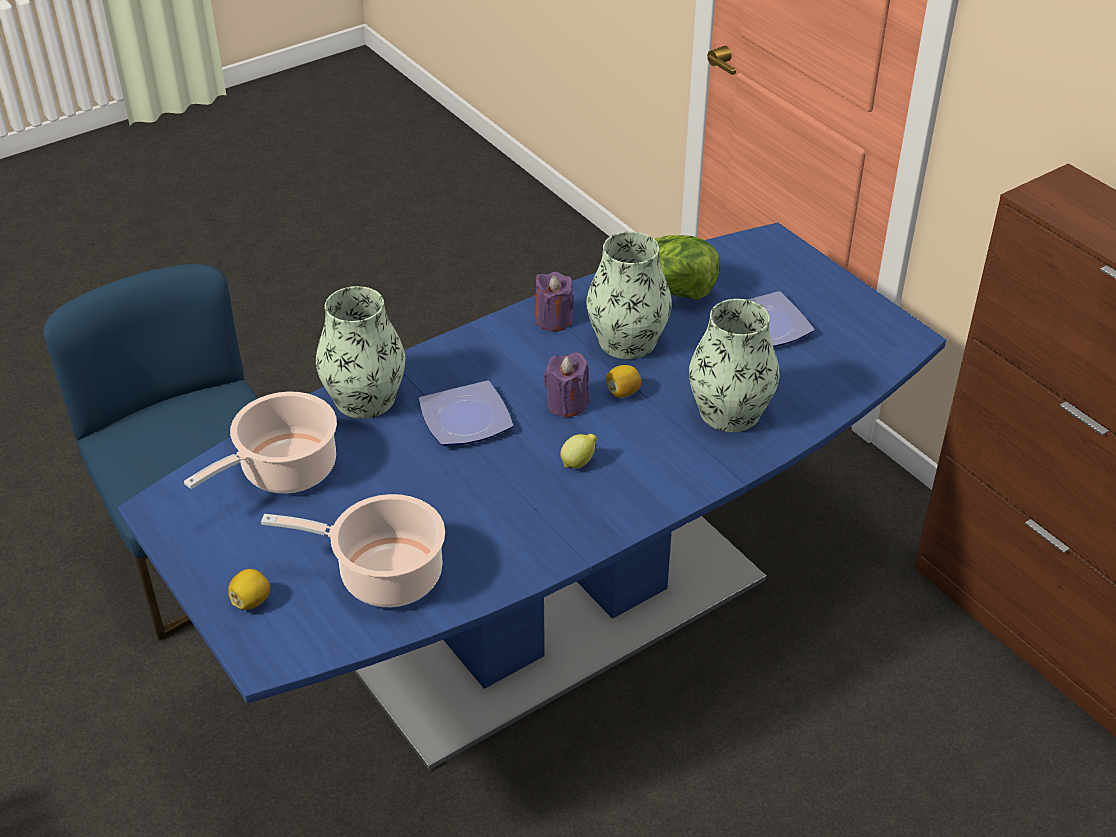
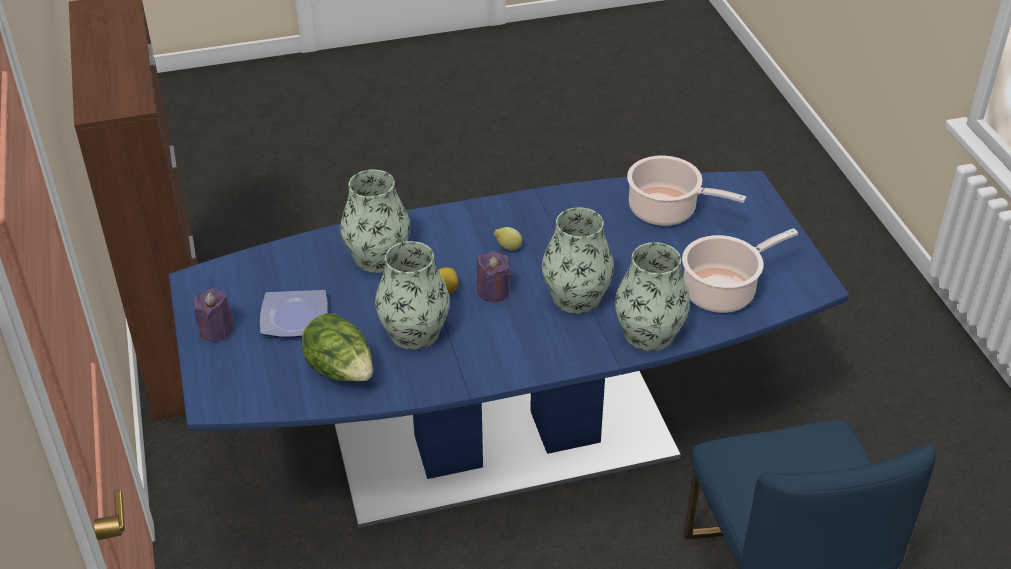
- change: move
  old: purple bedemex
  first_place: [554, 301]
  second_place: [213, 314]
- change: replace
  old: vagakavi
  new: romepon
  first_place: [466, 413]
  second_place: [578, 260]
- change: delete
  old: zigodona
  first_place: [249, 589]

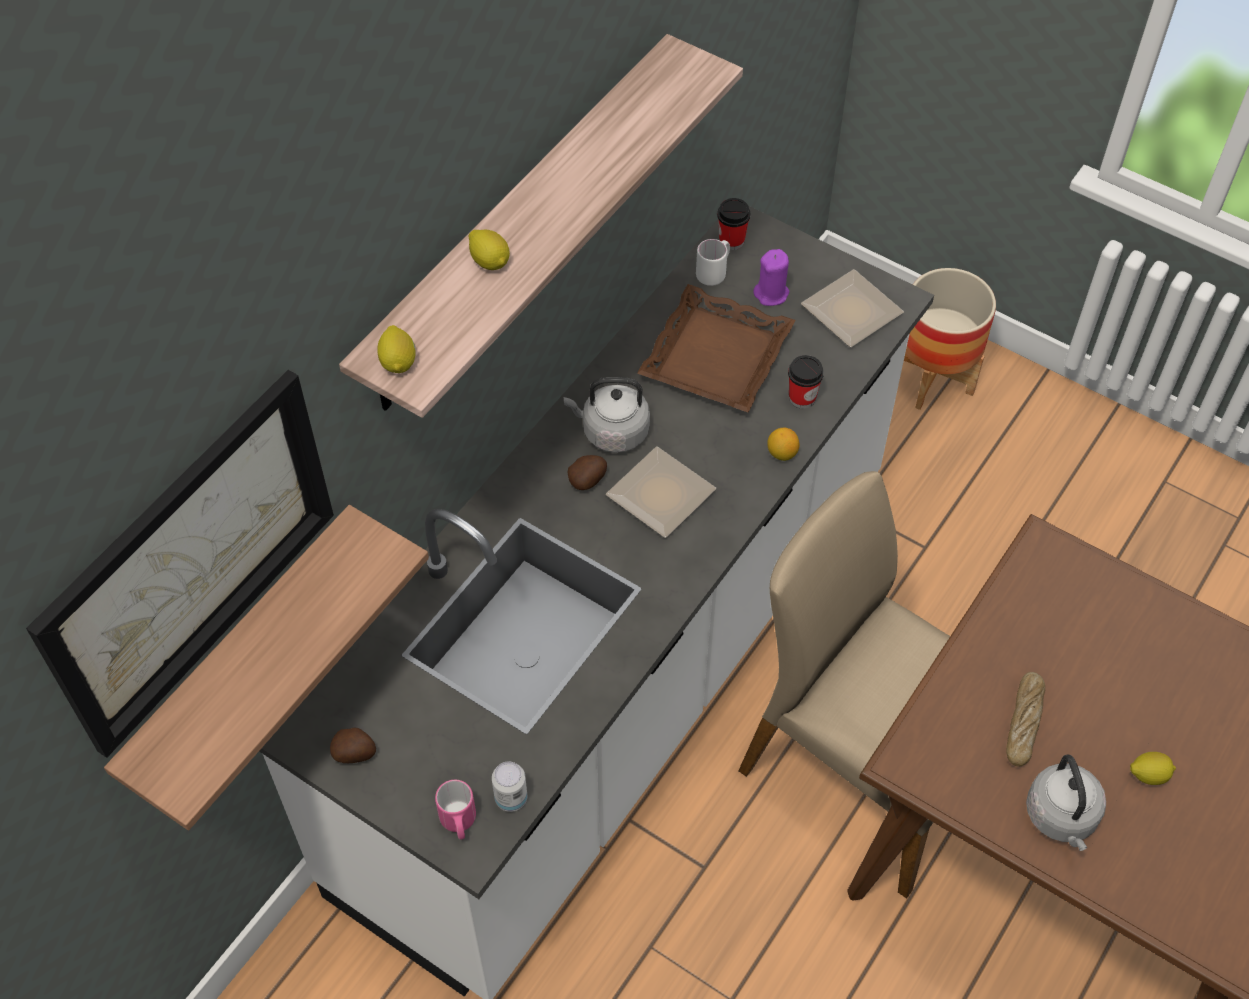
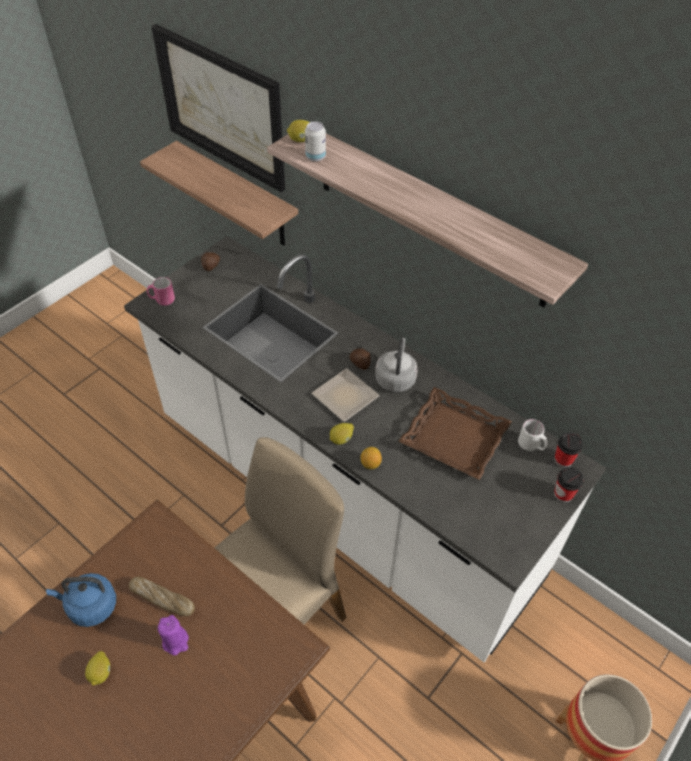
- change: move
  old: zigodona
  first_place: [489, 250]
  second_place: [342, 434]
- change: move
  old: purple bedemex
  first_place: [771, 277]
  second_place: [173, 635]
- change: delete
  old: vagakavi
  first_place: [852, 308]
- change: move
  old: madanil
  first_place: [806, 382]
  second_place: [568, 485]
- change: recolor
  old: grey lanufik
  new: blue lanufik
  first_place: [1066, 803]
  second_place: [81, 600]
- change: move
  old: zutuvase
  first_place: [509, 786]
  second_place: [315, 141]

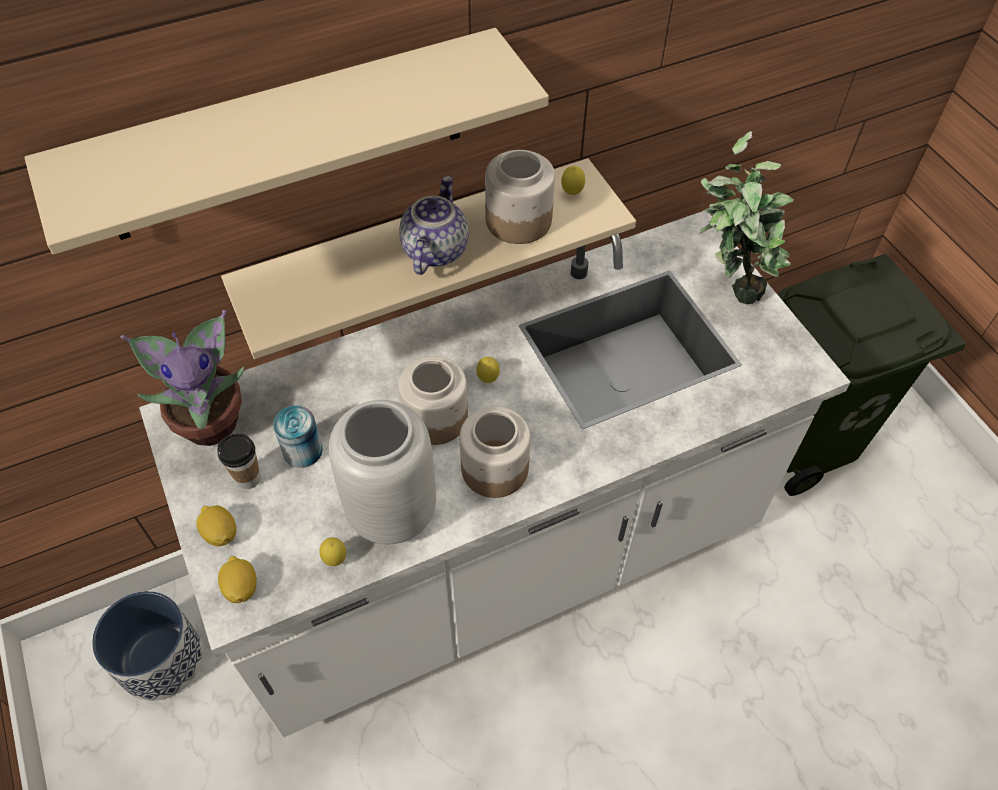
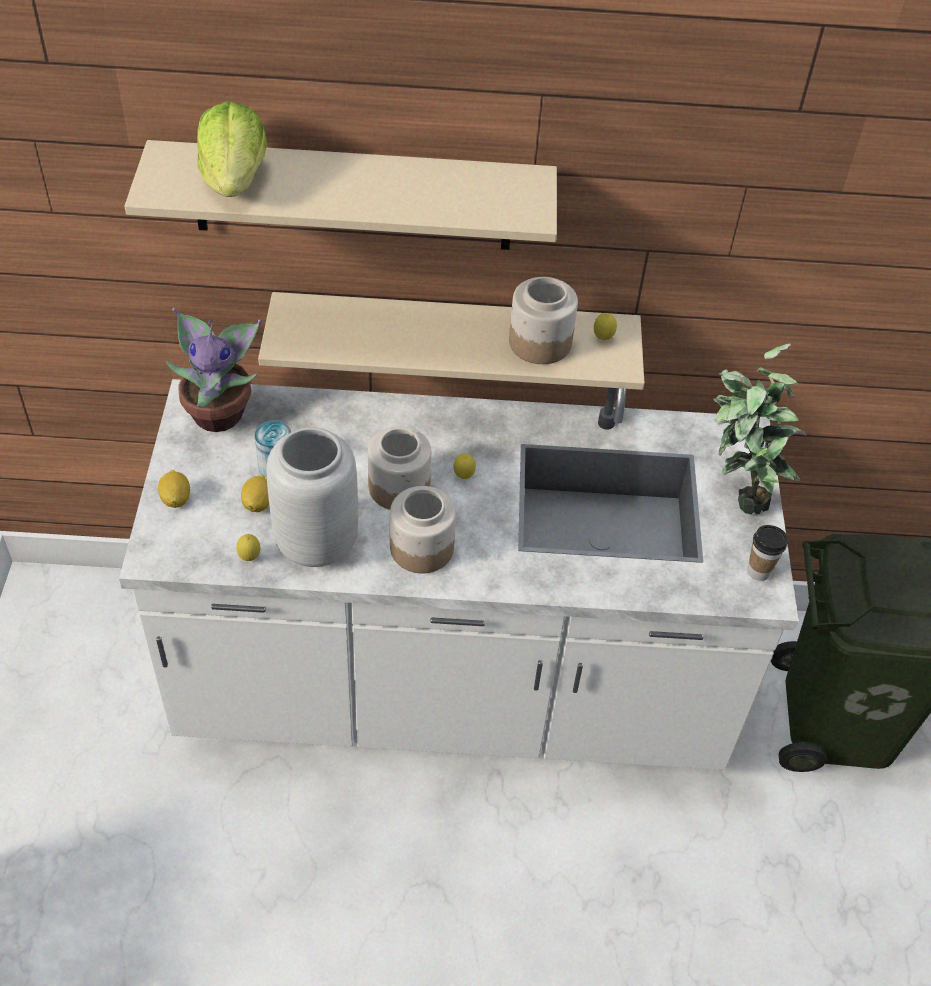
- change: delete
  old: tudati
  first_place: [434, 225]
- change: move
  old: madanil
  first_place: [239, 461]
  second_place: [767, 553]
- change: move
  old: zigodona
  first_place: [237, 579]
  second_place: [255, 493]
- change: delete
  old: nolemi
  first_place: [147, 646]
- change: insert
  new: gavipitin
  second_place: [232, 149]

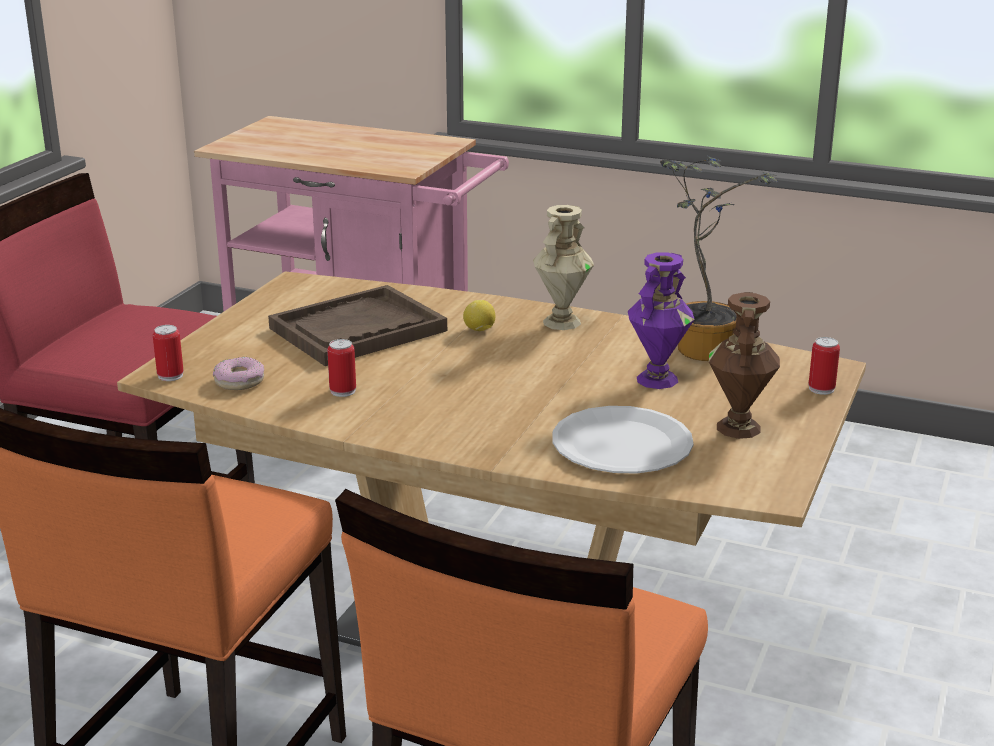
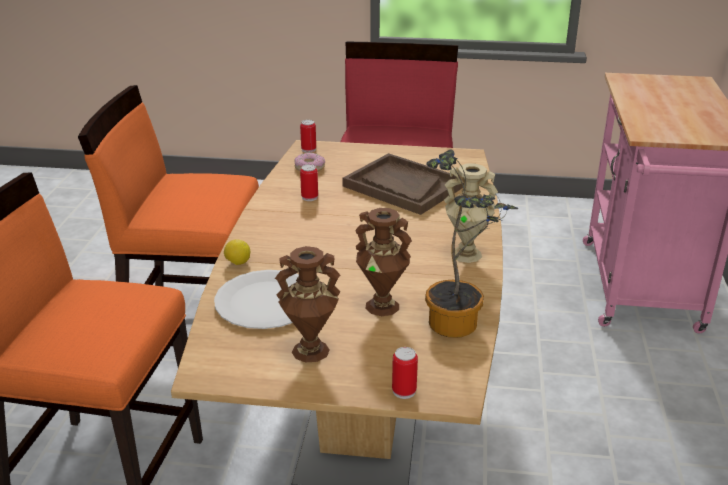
- change: recolor
  old: purple romepon
  new: brown romepon
  first_place: [661, 321]
  second_place: [383, 262]
- change: move
  old: zigodona
  first_place: [479, 315]
  second_place: [237, 252]

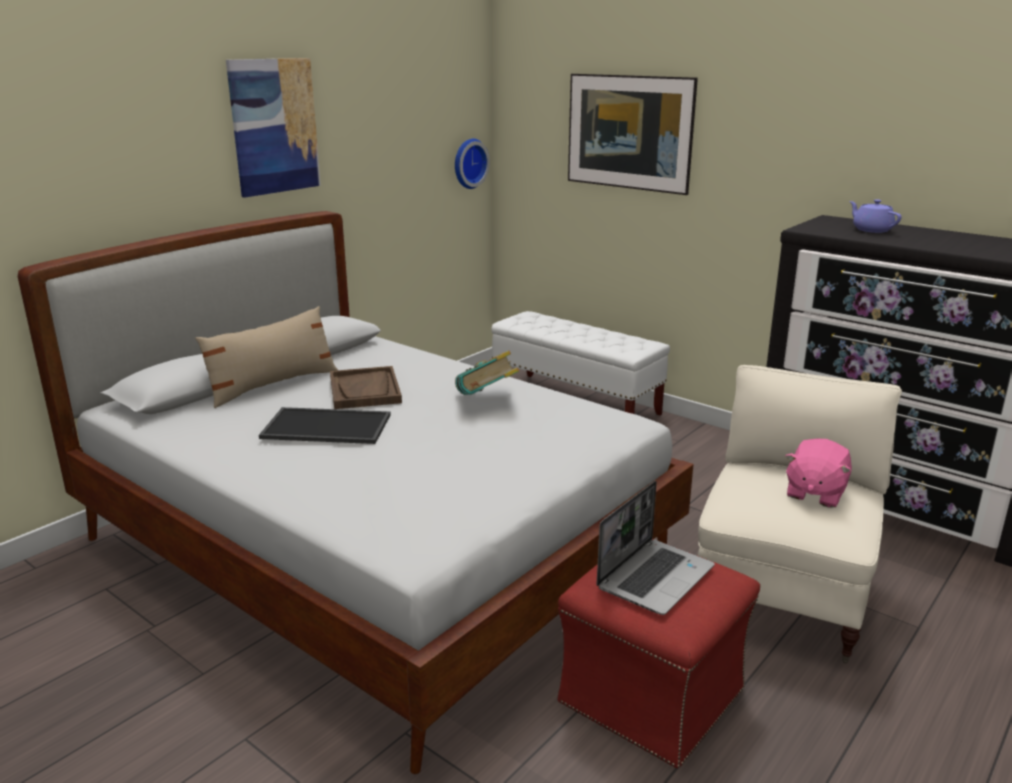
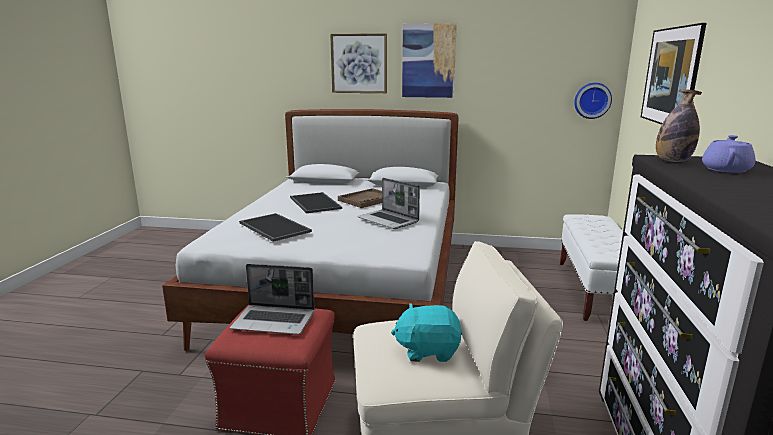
- change: delete
  old: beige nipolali
  first_place: [267, 357]
- change: replace
  old: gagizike
  new: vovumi
  first_place: [487, 373]
  second_place: [389, 203]
- change: recolor
  old: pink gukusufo
  new: turquoise gukusufo
  first_place: [818, 473]
  second_place: [426, 332]
- change: insert
  new: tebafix
  second_place: [358, 63]
- change: insert
  new: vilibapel
  second_place: [679, 125]
- change: insert
  new: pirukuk
  second_place: [275, 227]

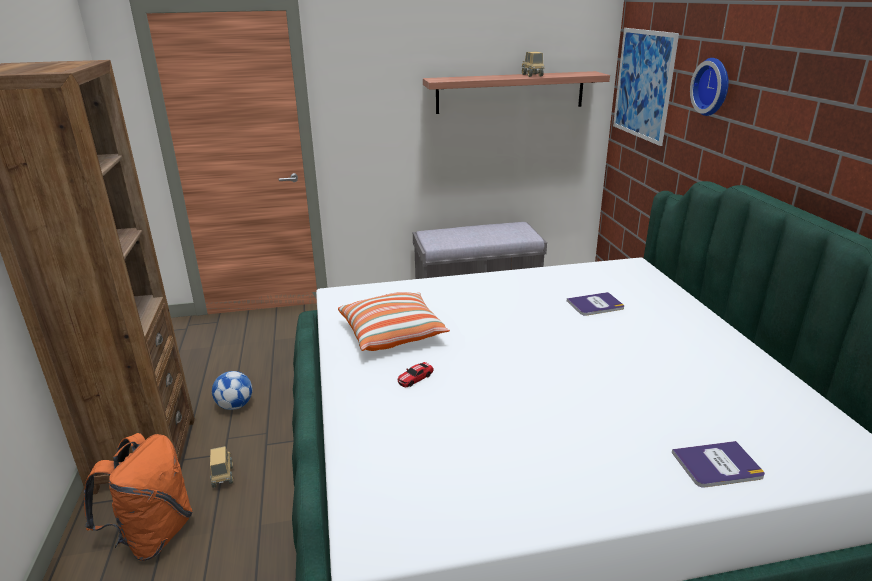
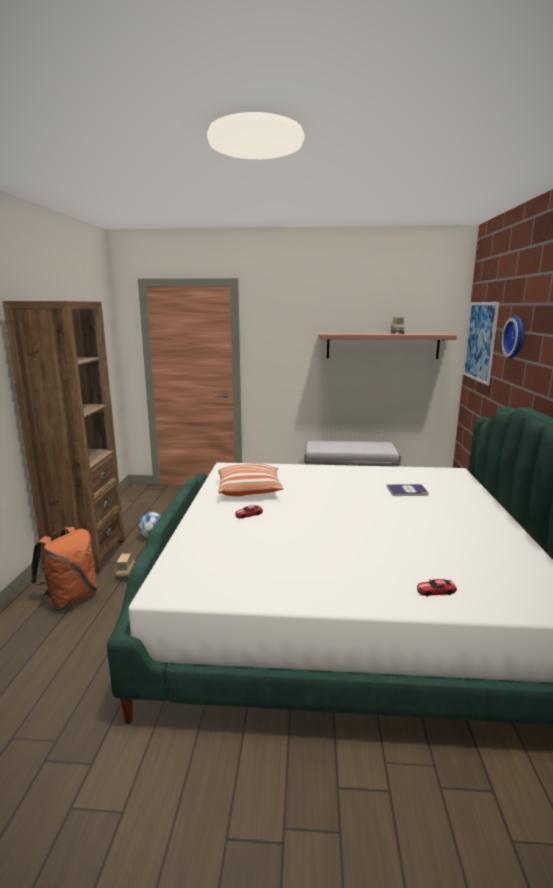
- change: replace
  old: gagizike
  new: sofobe
  first_place: [718, 464]
  second_place: [437, 587]

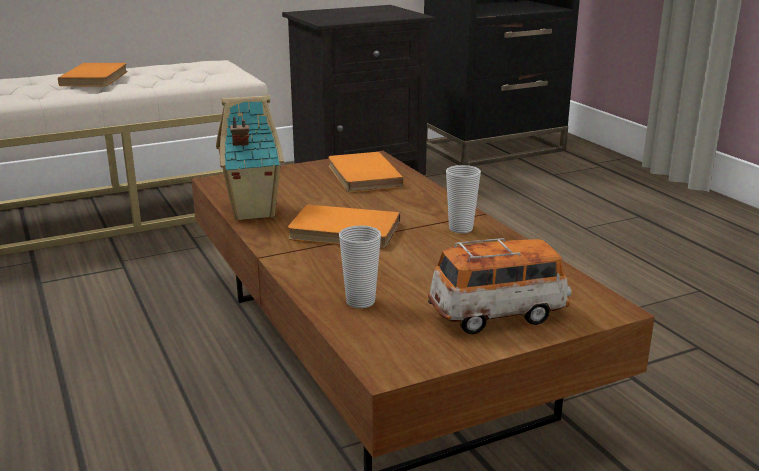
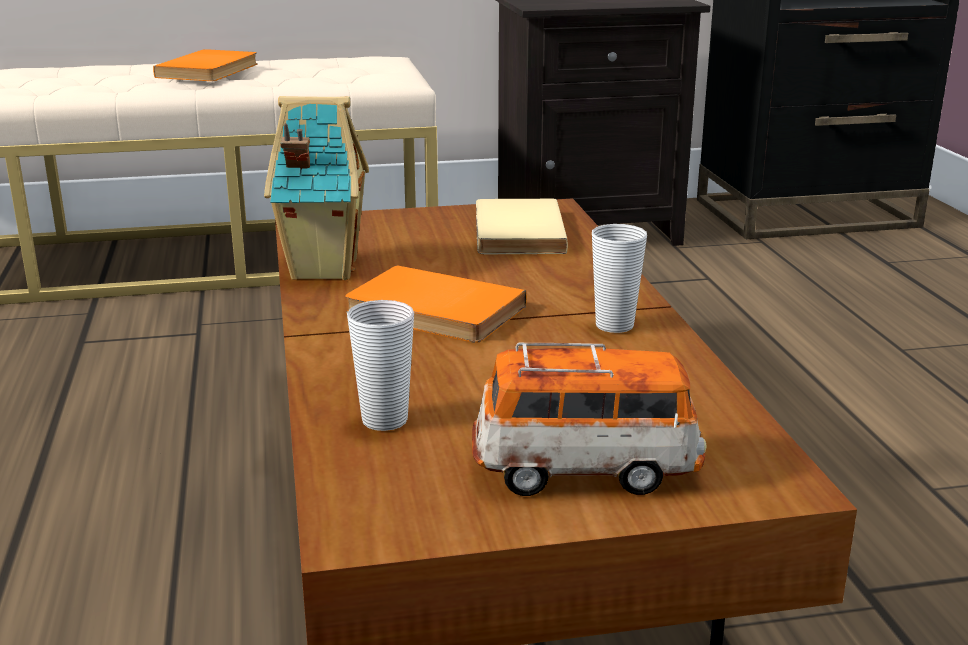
- change: recolor
  old: orange gagizike
  new: beige gagizike
  first_place: [366, 172]
  second_place: [522, 226]

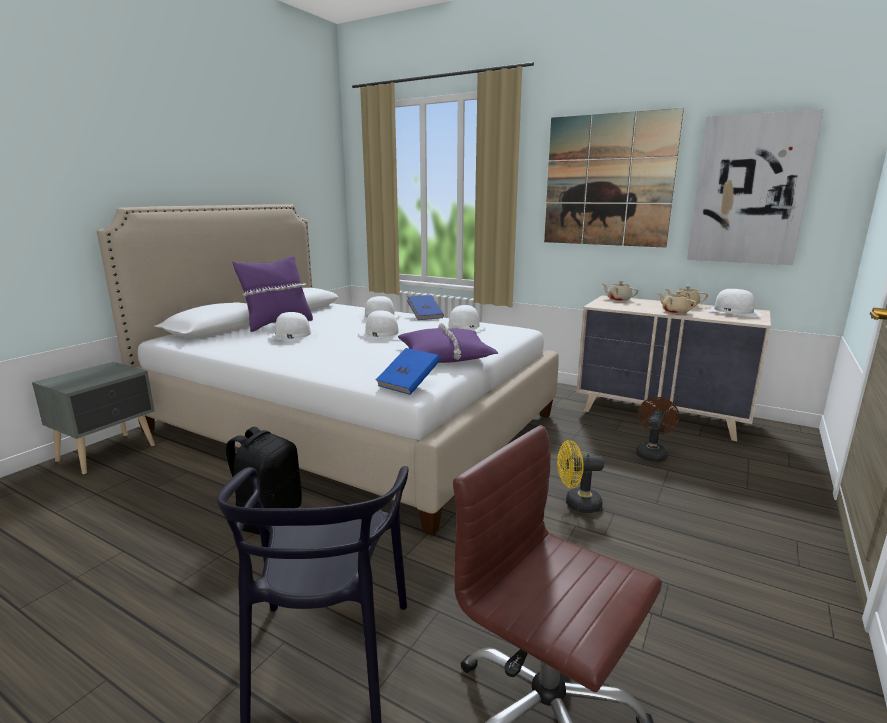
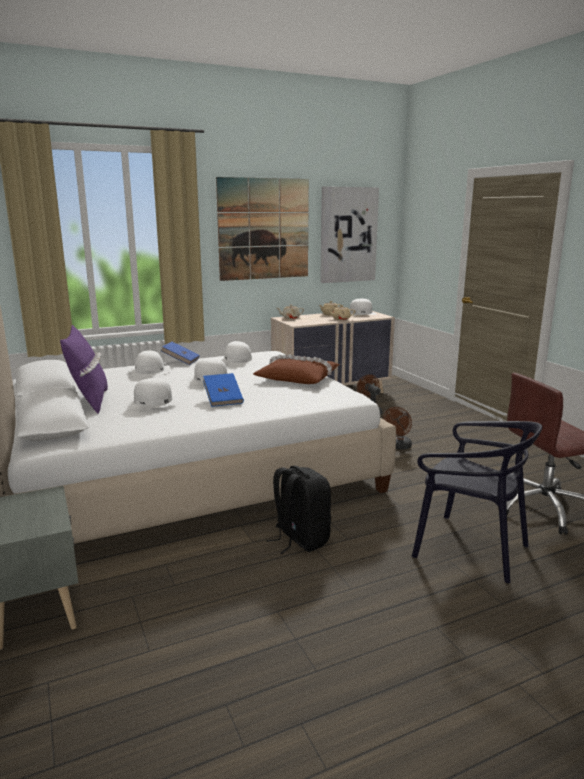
- change: recolor
  old: purple nipolali
  new: brown nipolali
  first_place: [448, 343]
  second_place: [296, 369]
- change: move
  old: blue gagizike
  first_place: [408, 371]
  second_place: [223, 390]
- change: recolor
  old: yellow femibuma
  new: brown femibuma
  first_place: [580, 476]
  second_place: [397, 428]

